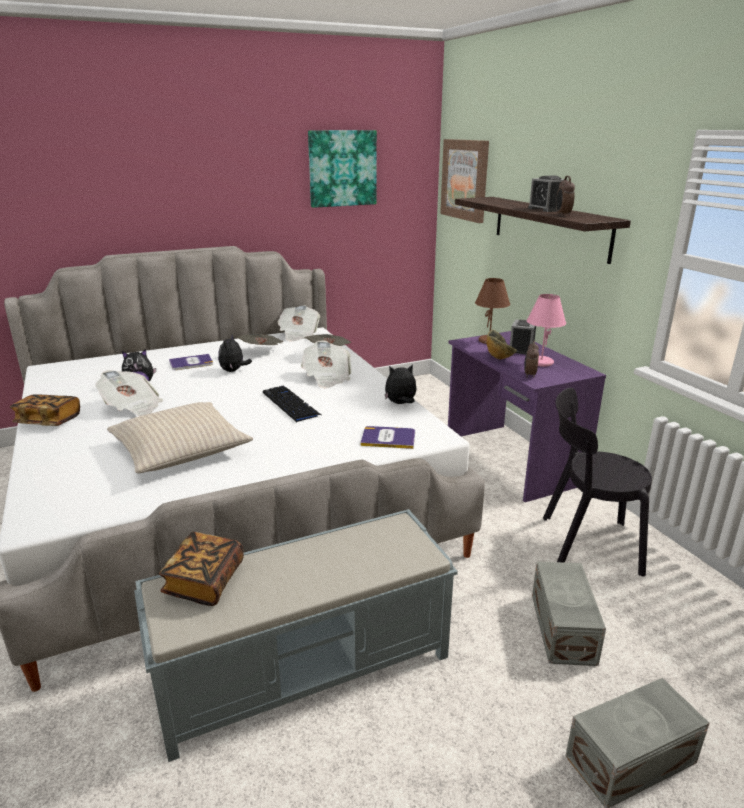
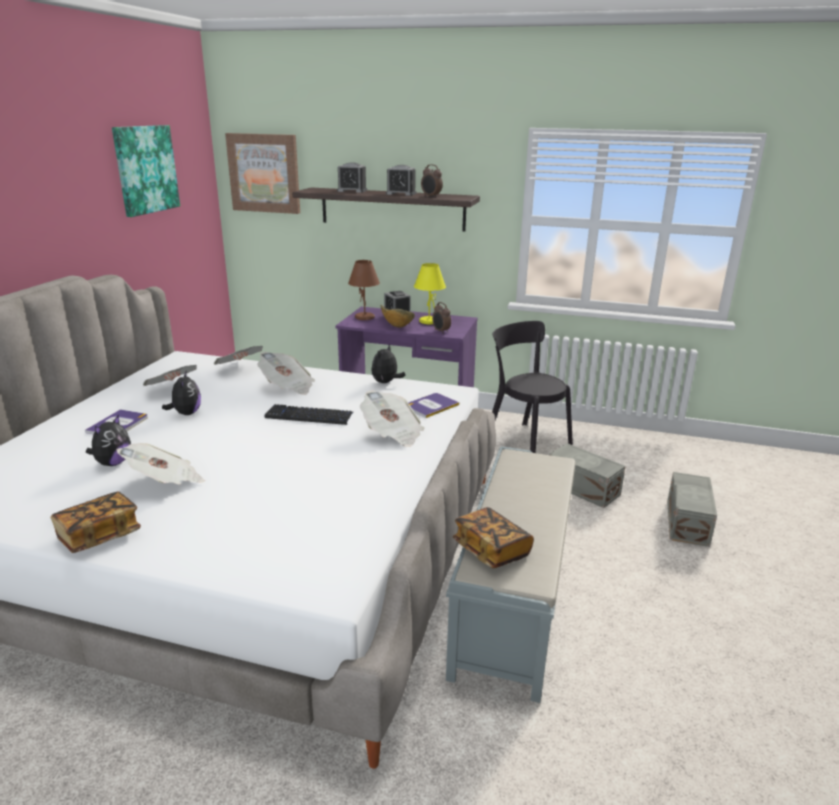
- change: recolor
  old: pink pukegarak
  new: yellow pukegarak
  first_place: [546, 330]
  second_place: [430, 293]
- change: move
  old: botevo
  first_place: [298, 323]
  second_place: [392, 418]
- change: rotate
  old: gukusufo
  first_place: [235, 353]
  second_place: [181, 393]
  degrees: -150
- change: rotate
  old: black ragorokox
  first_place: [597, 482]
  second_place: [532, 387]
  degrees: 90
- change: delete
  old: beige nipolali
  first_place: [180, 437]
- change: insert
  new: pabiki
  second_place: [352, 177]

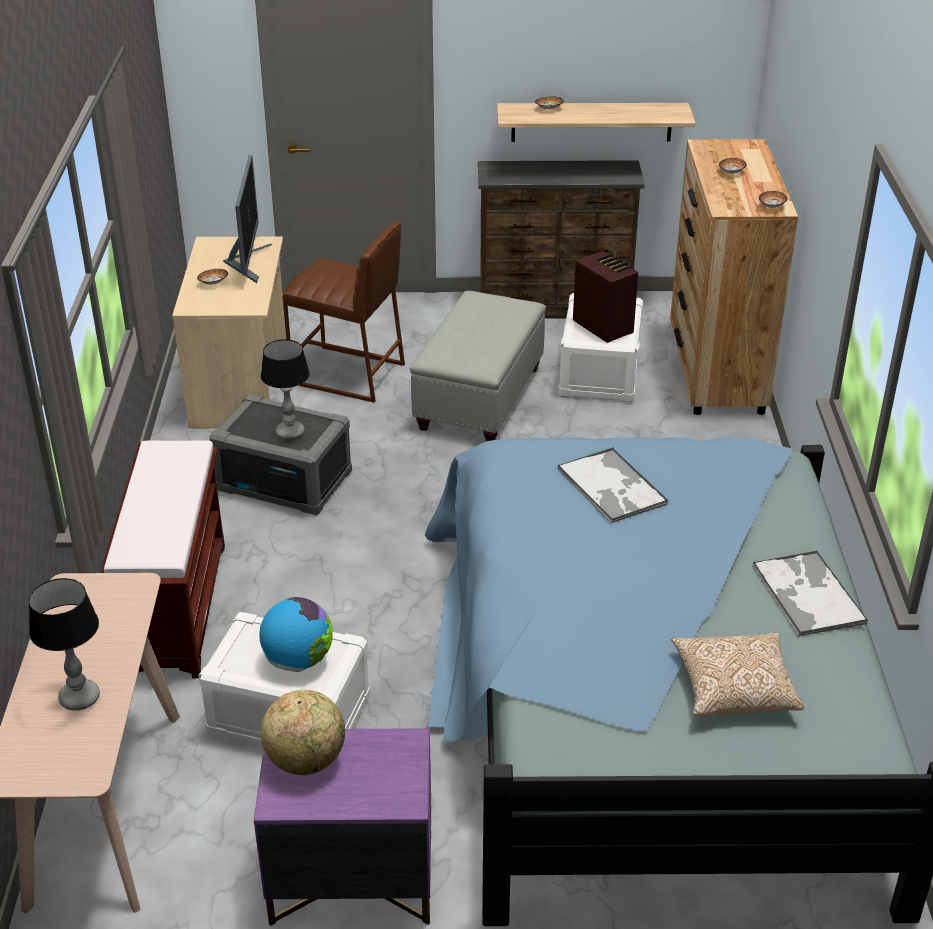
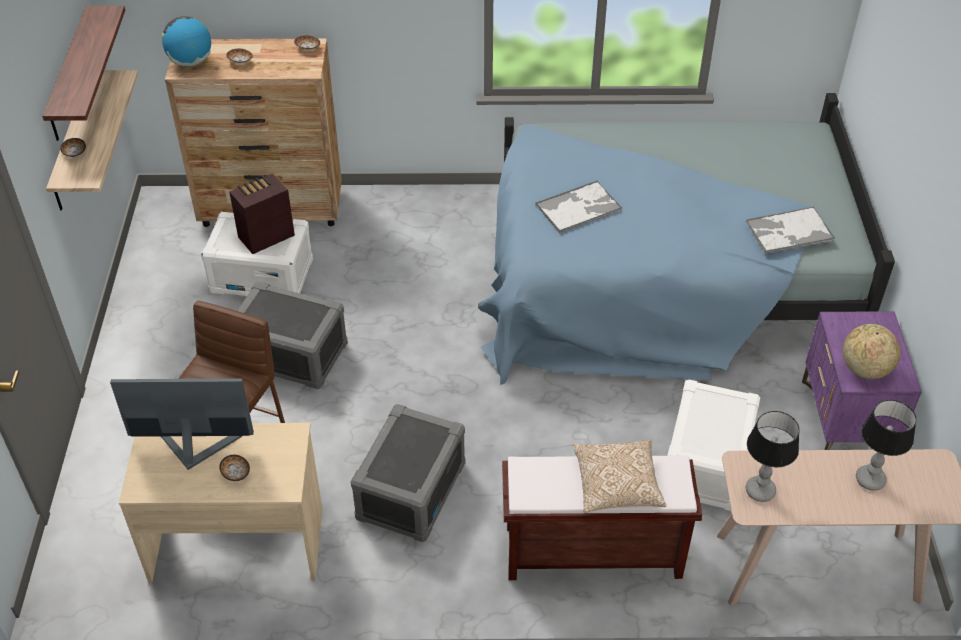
- change: delete
  old: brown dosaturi
  first_place: [561, 239]
- change: replace
  old: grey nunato
  new: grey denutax
  first_place: [478, 366]
  second_place: [292, 335]
- change: move
  old: pukegarak
  first_place: [285, 389]
  second_place: [773, 456]
- change: move
  old: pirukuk
  first_place: [810, 594]
  second_place: [790, 230]
- change: move
  old: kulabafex
  first_place: [296, 634]
  second_place: [186, 41]
- change: move
  old: nipolali
  first_place: [737, 675]
  second_place: [619, 476]
- change: insert
  new: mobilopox
  second_place: [83, 73]

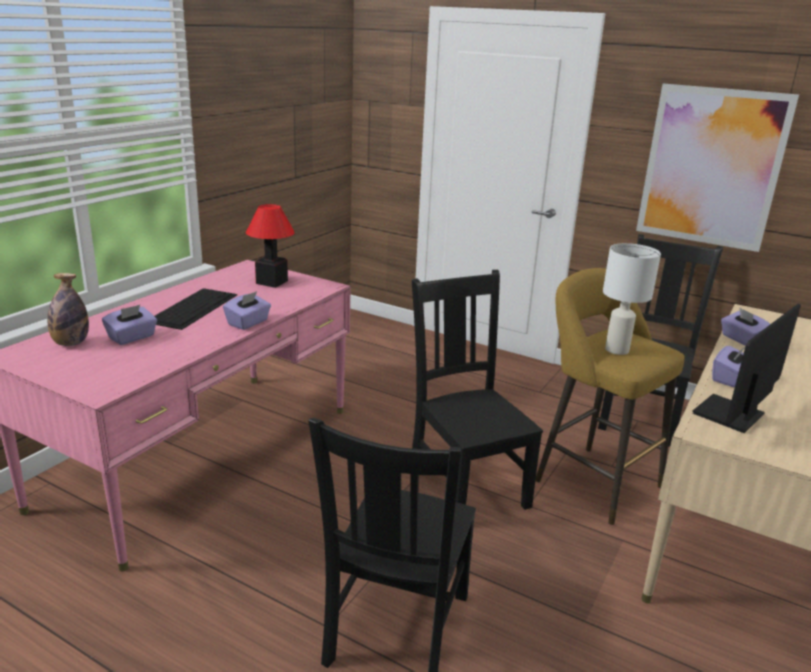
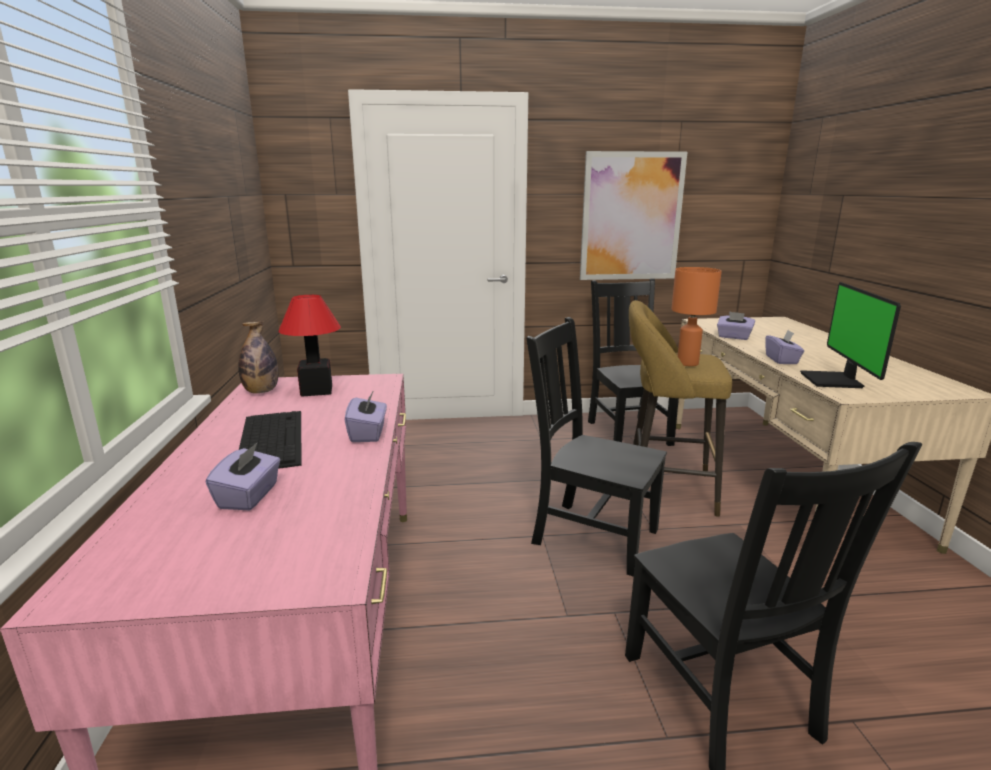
- change: recolor
  old: white pukegarak
  new: orange pukegarak
  first_place: [632, 299]
  second_place: [696, 316]
- change: move
  old: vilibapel
  first_place: [68, 309]
  second_place: [258, 357]

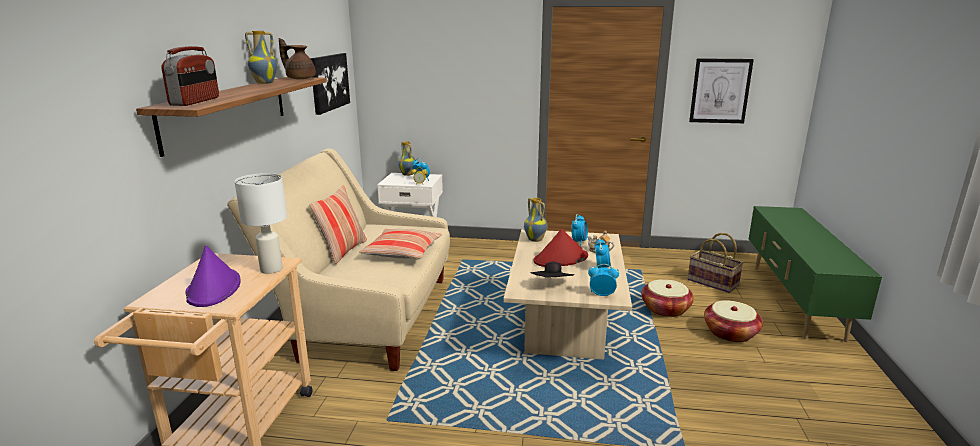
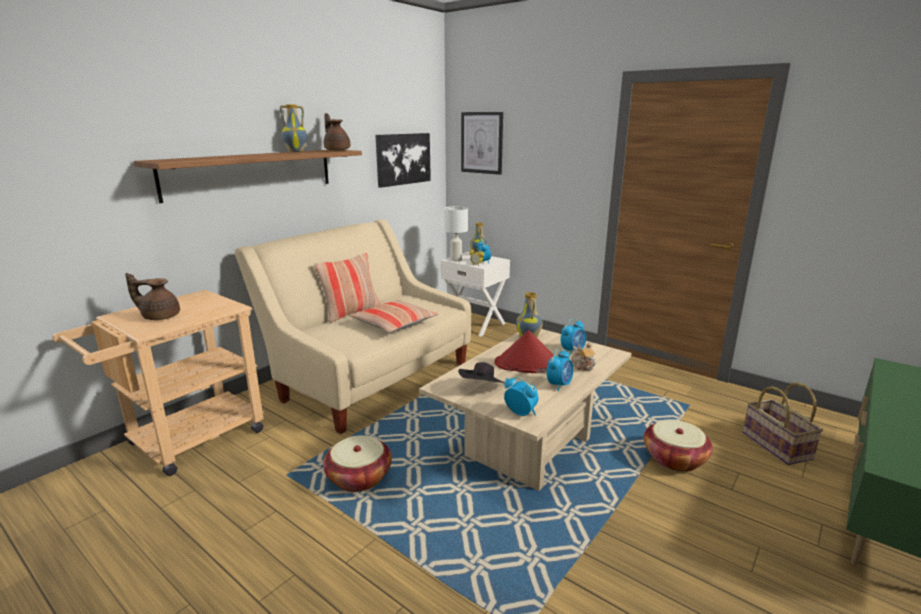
- change: delete
  old: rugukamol
  first_place: [190, 76]
- change: move
  old: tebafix
  first_place: [721, 90]
  second_place: [482, 143]
- change: move
  old: white pukegarak
  first_place: [261, 223]
  second_place: [456, 233]
- change: replace
  old: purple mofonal
  new: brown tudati
  first_place: [213, 276]
  second_place: [152, 296]
- change: move
  old: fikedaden
  first_place: [733, 321]
  second_place: [357, 463]

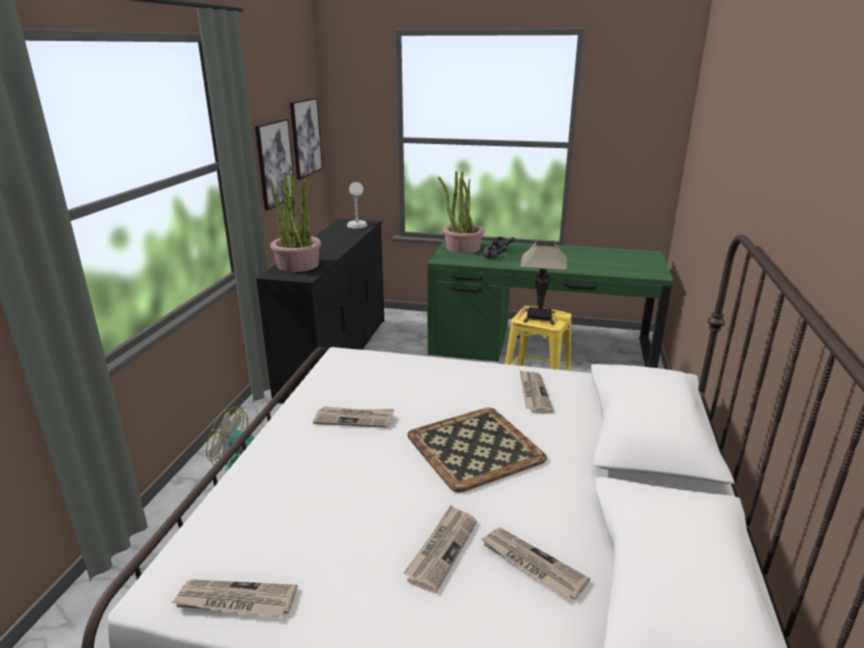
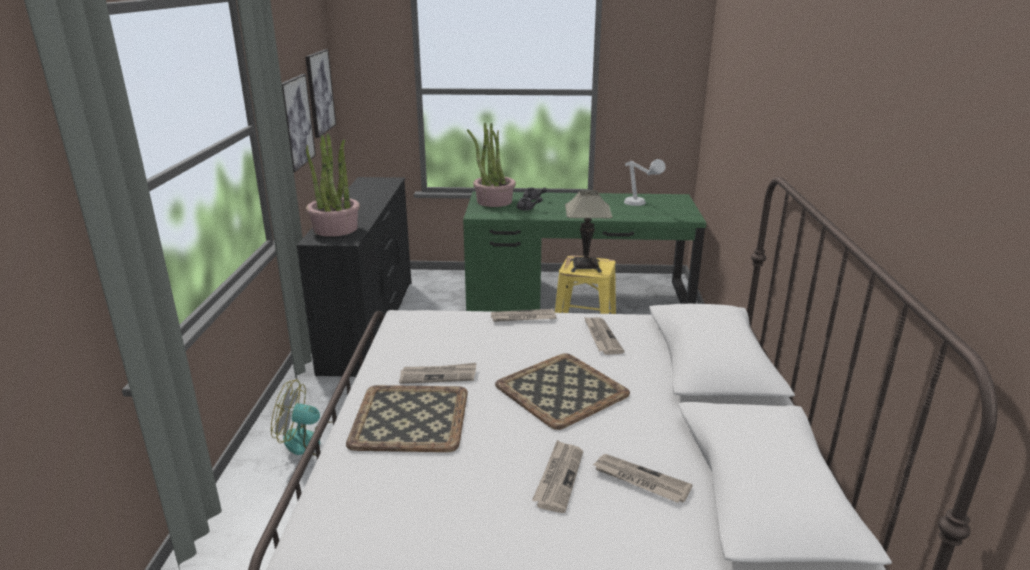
- change: move
  old: grey pukegarak
  first_place: [357, 205]
  second_place: [645, 182]
- change: move
  old: botevo
  first_place: [234, 598]
  second_place: [523, 315]
- change: insert
  new: pirukuk
  second_place: [407, 418]

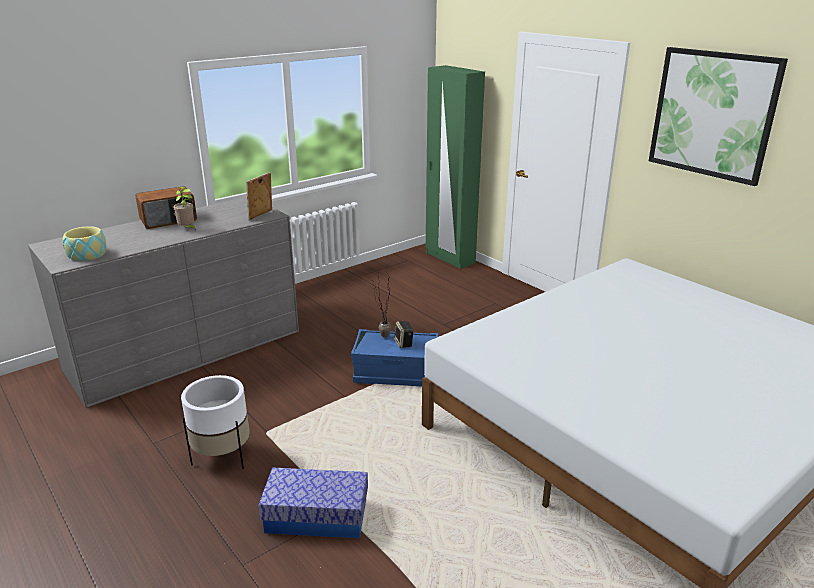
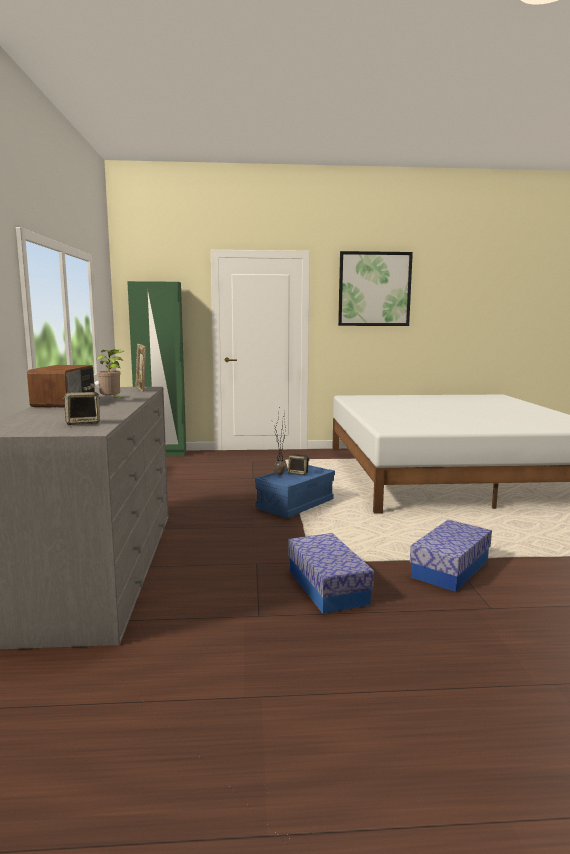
- change: replace
  old: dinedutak
  new: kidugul
  first_place: [85, 243]
  second_place: [81, 408]
- change: replace
  old: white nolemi
  new: denutax
  first_place: [215, 422]
  second_place: [331, 573]

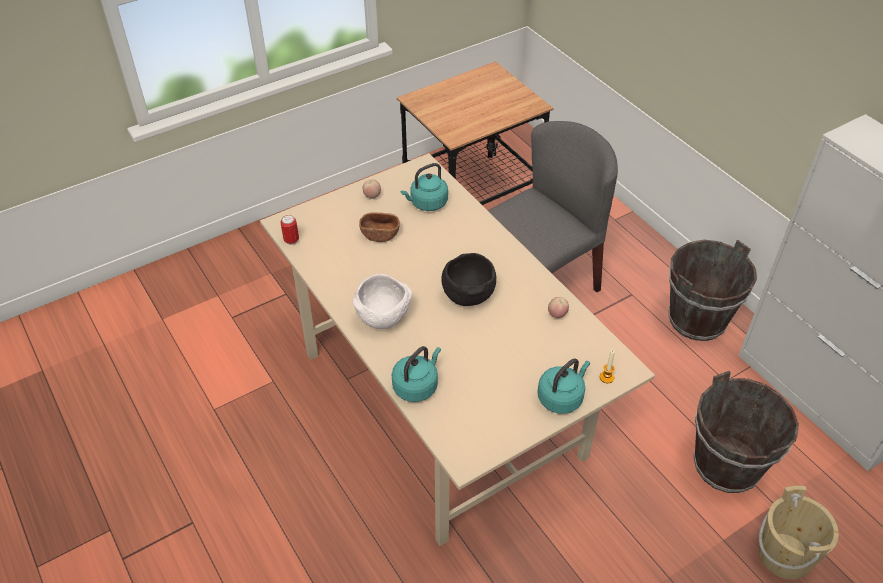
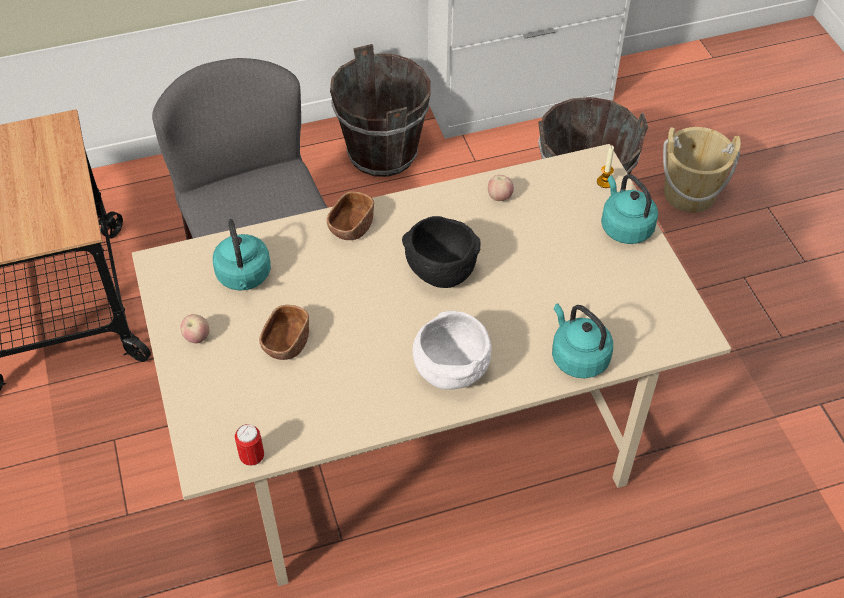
- change: insert
  new: brown dinedutak
  second_place: [350, 215]

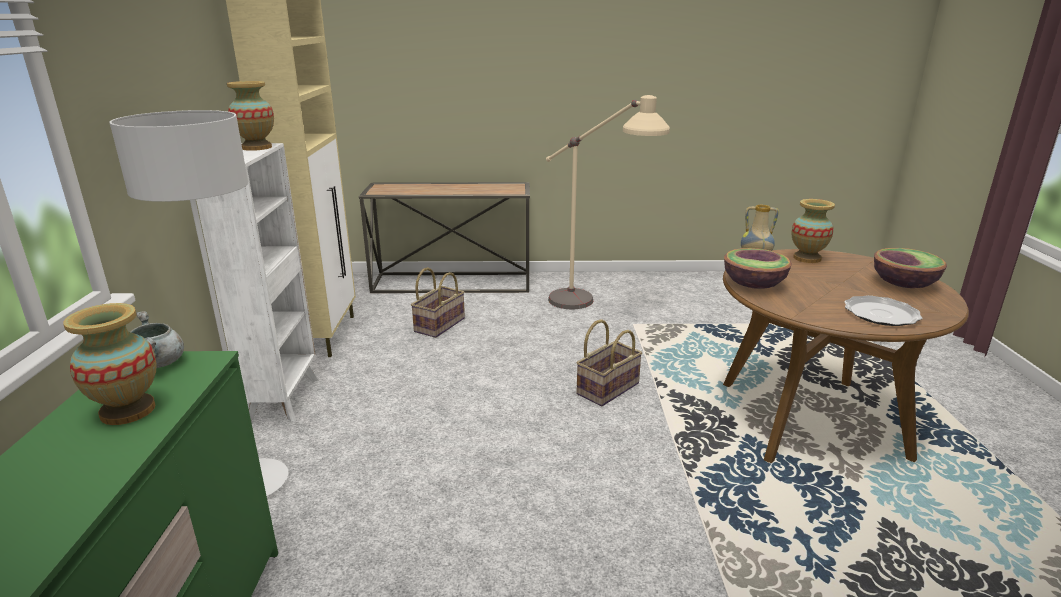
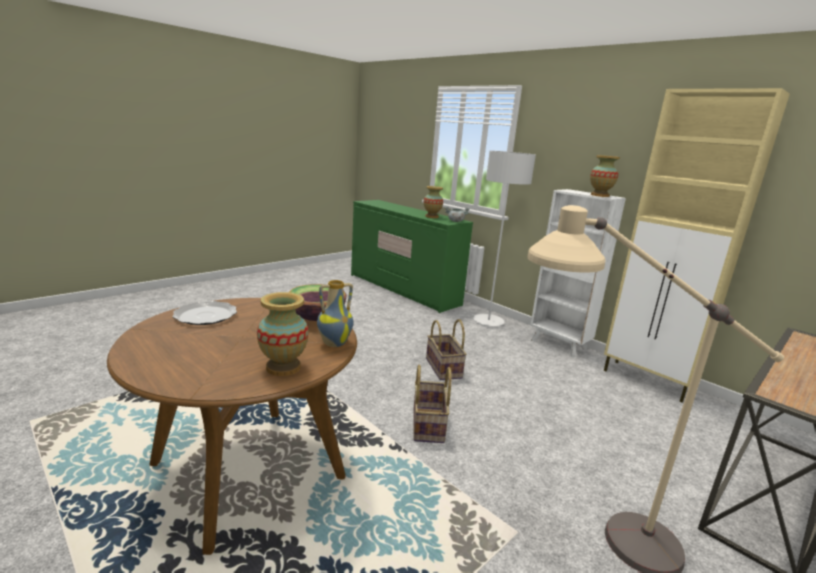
- change: delete
  old: dinedutak
  first_place: [910, 268]
- change: move
  old: fikedaden
  first_place: [438, 302]
  second_place: [446, 349]

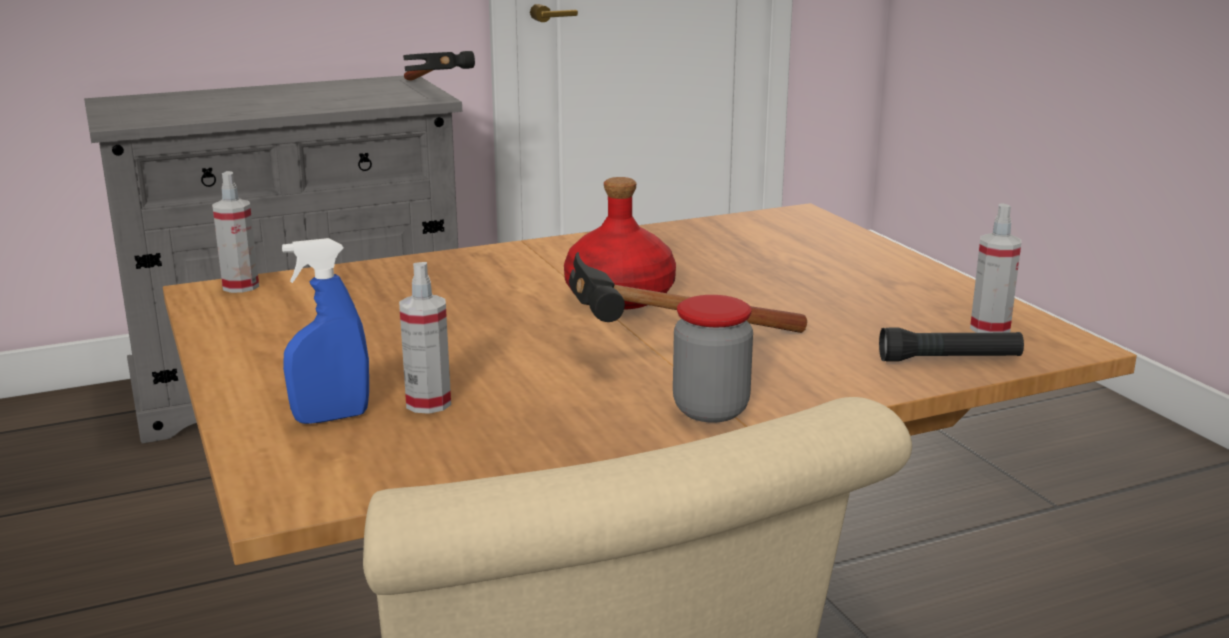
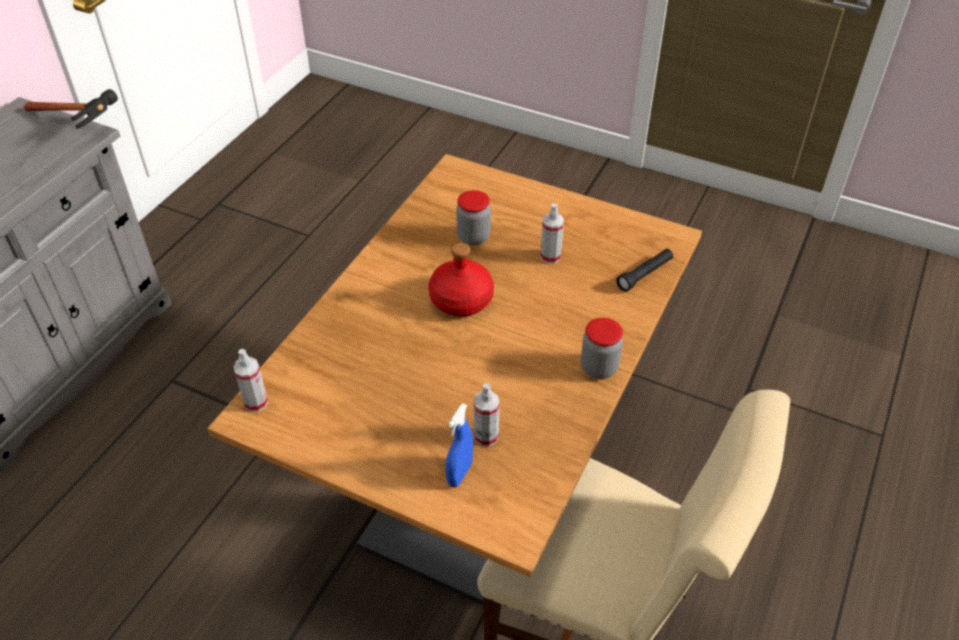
- change: move
  old: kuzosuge
  first_place: [995, 268]
  second_place: [552, 233]
- change: delete
  old: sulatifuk
  first_place: [688, 292]
- change: insert
  new: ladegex
  second_place: [473, 218]

